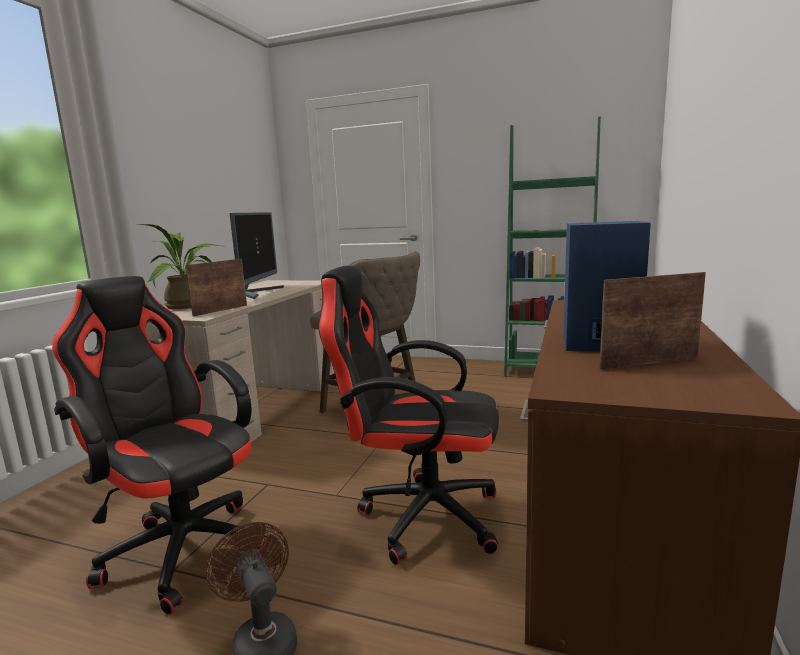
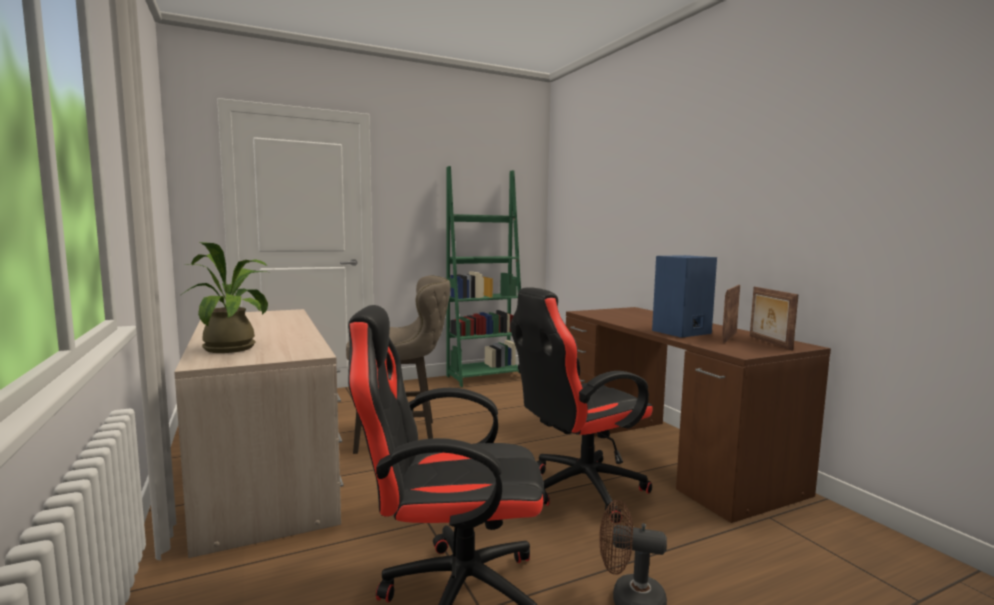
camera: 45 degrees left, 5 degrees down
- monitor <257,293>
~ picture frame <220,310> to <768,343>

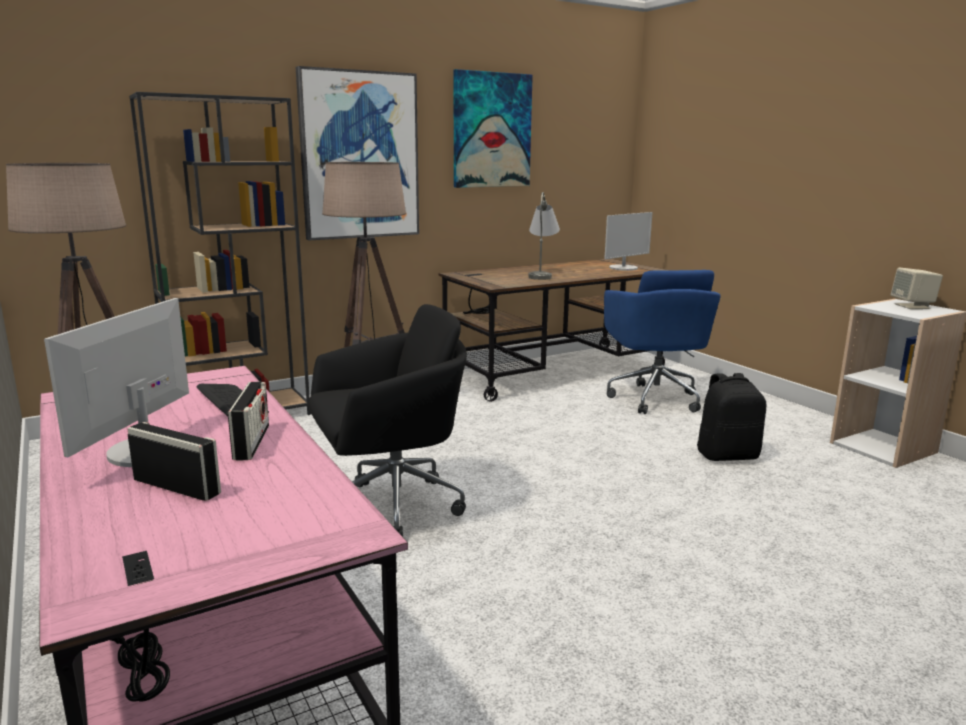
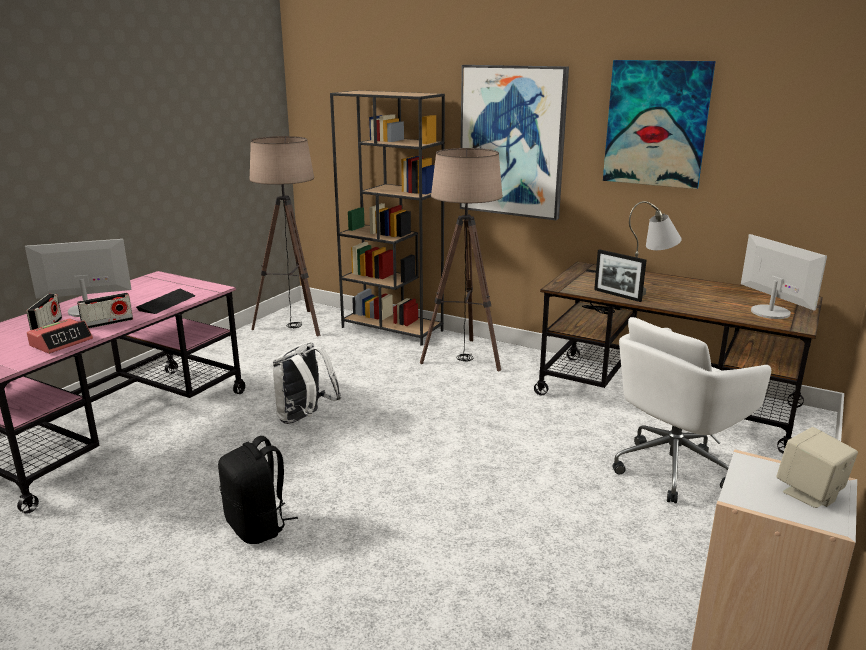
camera: 60 degrees right, 5 degrees up
~ monitor <624,268> = <770,312> 135 degrees counterclockwise
~ office chair (blue) <653,398> to office chair (white) <674,469>
~ office chair (black) <390,508> to backpack (white) <305,418>
~ backpack (black) <727,455> to <258,526>
+ picture frame <617,295>
+ alarm clock <61,342>

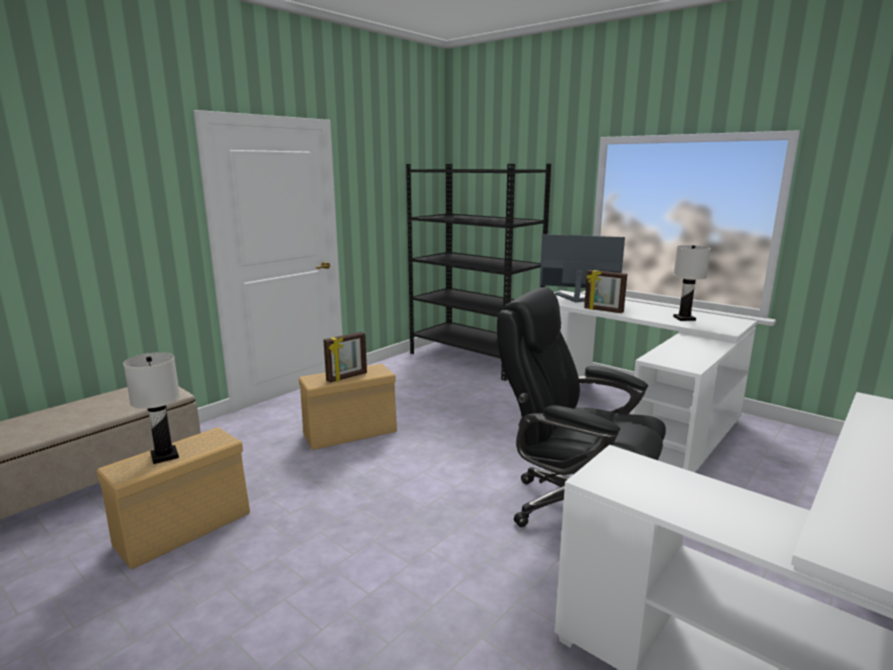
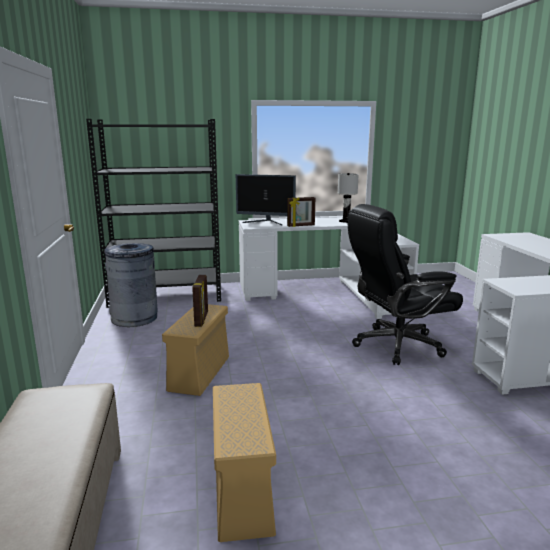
camera: 50 degrees left, 0 degrees up
~ monitor <578,298> = <266,222> 135 degrees counterclockwise
- table lamp (white) <165,456>
+ trash can (grey) <134,318>

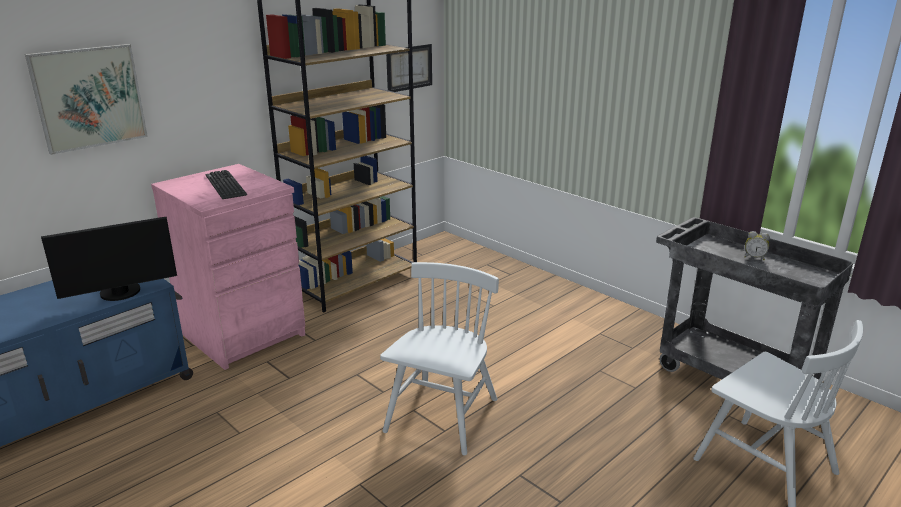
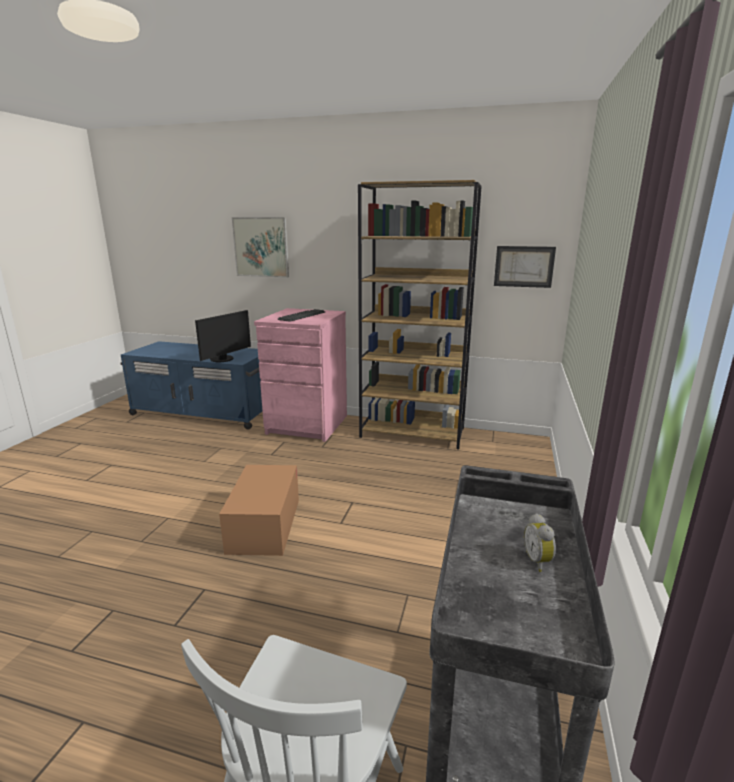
camera: 60 degrees right, 5 degrees down
~ monitor <121,293> = <224,359> 90 degrees counterclockwise
~ chair (white) <442,416> to cardboard box <264,525>

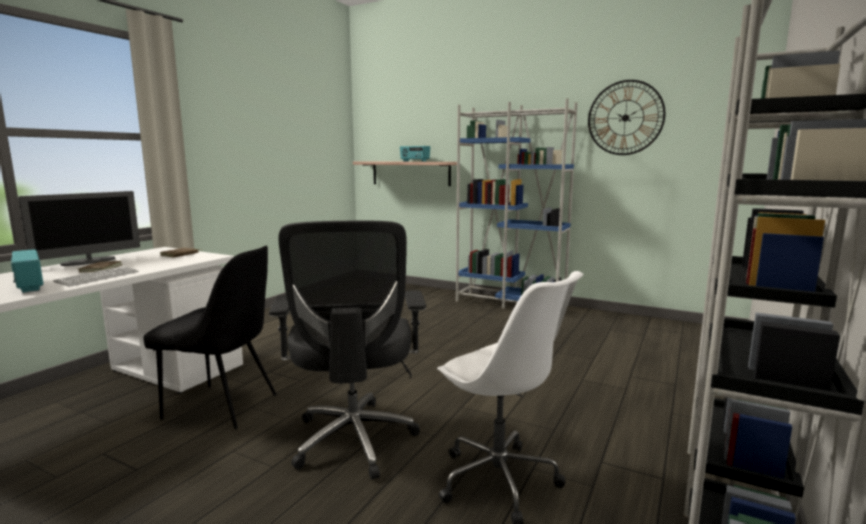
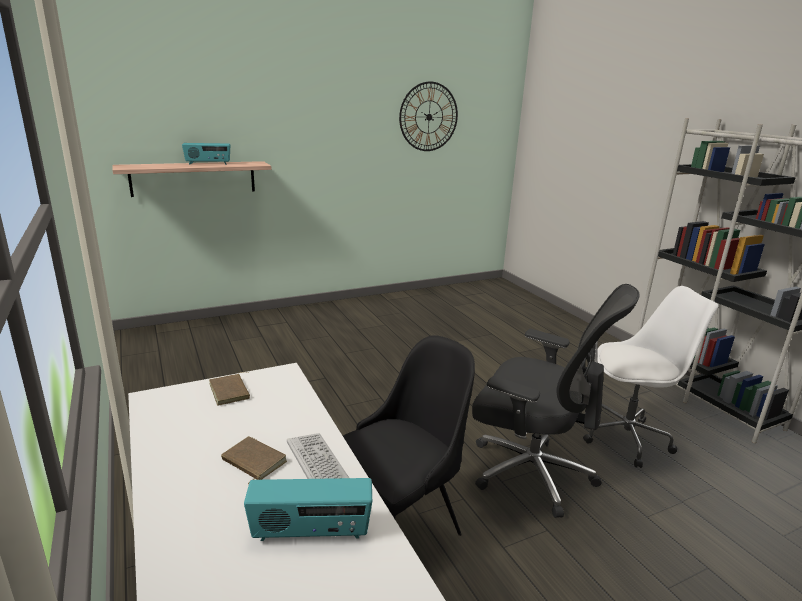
camera: 55 degrees left, 10 degrees up
- bookcase (blue) <510,304>
- monitor <89,261>

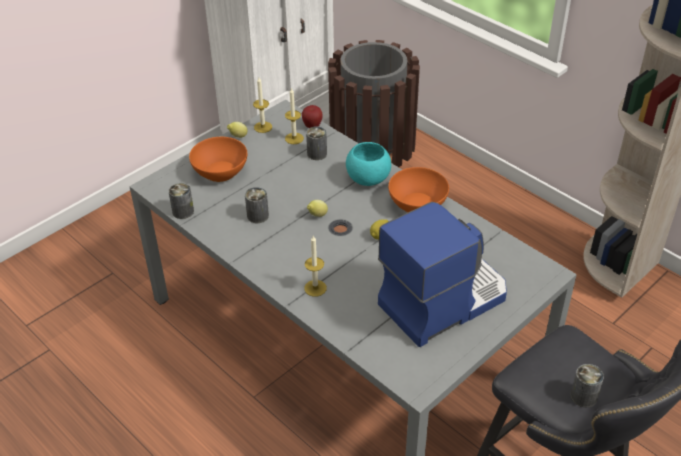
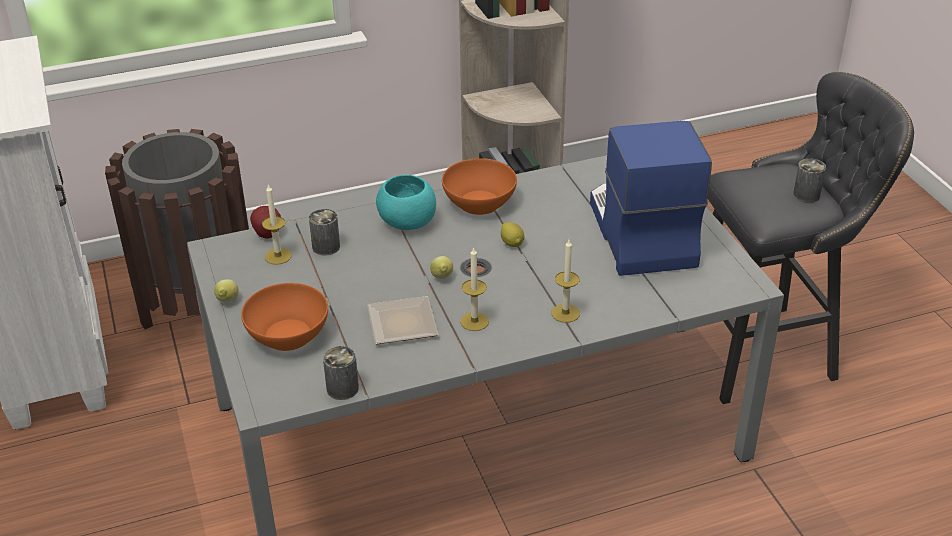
camera: 65 degrees left, 5 degrees down
~ candle <263,127> to <474,321>
~ can <257,216> to plate <405,325>

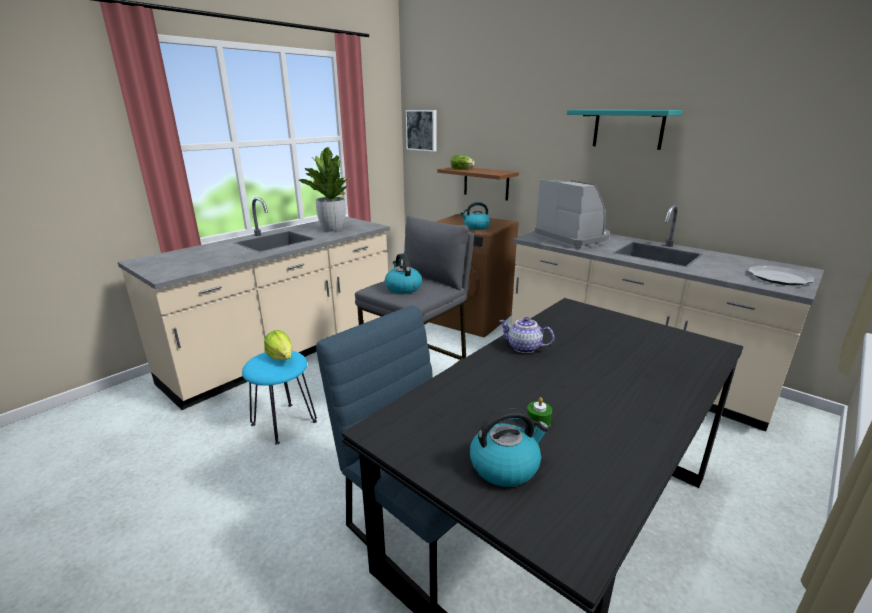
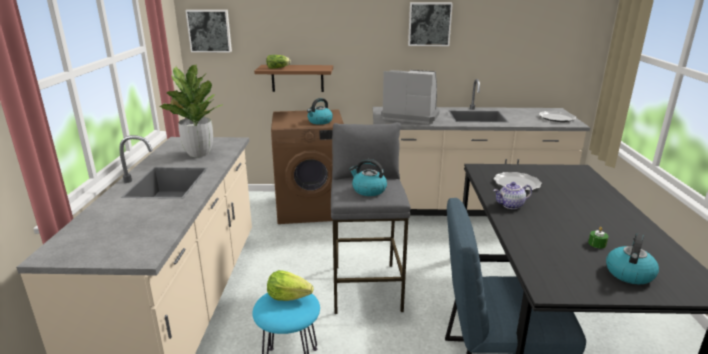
camera: 40 degrees left, 0 degrees up
~ shelf (turquoise) <628,129> to picture <429,24>
+ plate <517,183>

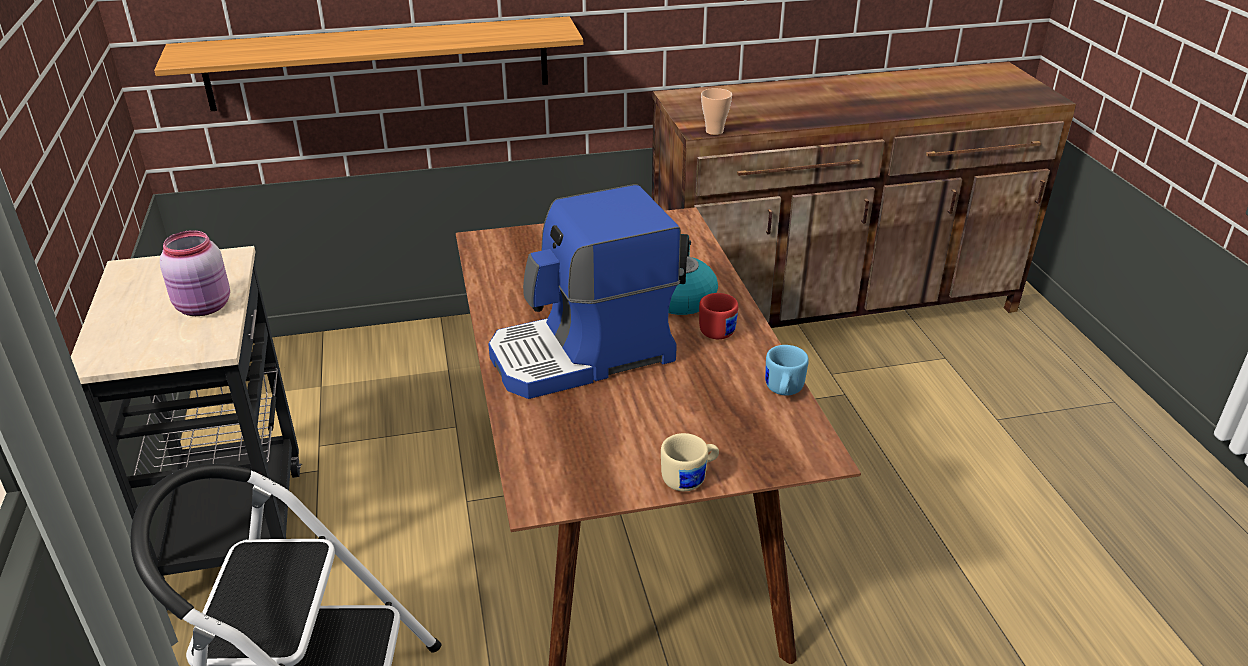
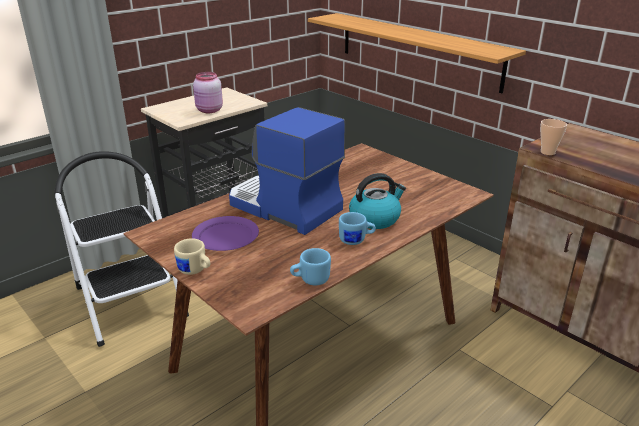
camera: 60 degrees right, 5 degrees down
~ mug (red) <720,329> to mug (blue) <356,240>
+ plate (purple) <225,236>

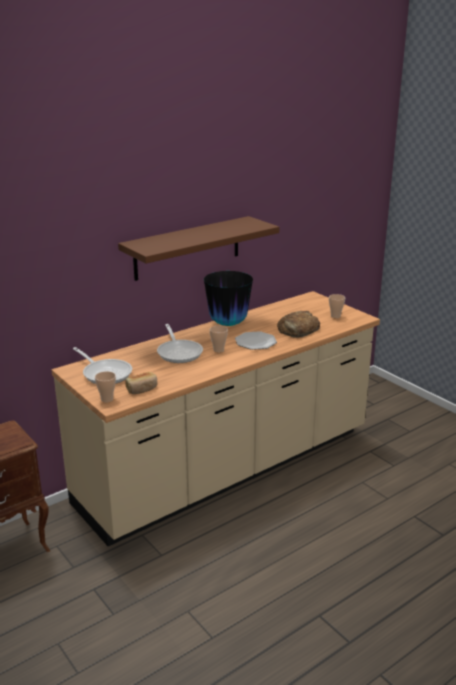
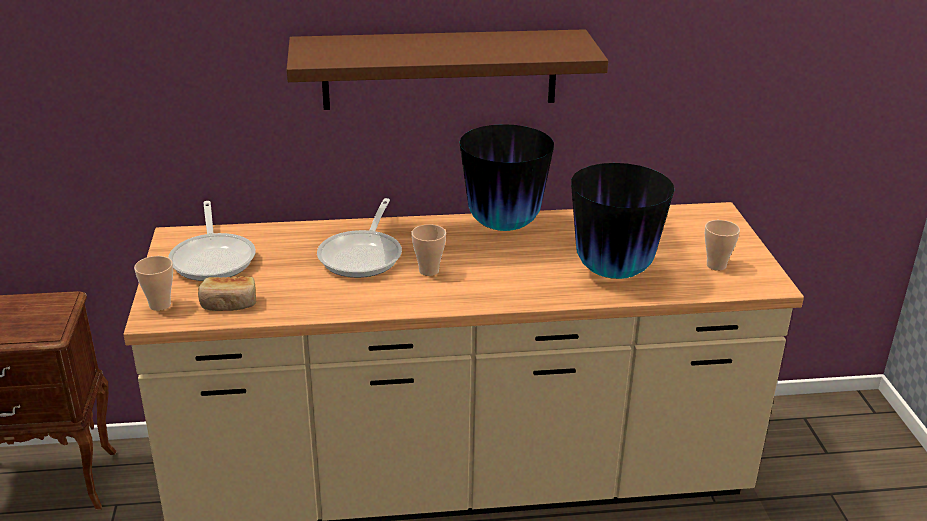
camera: 30 degrees right, 5 degrees up
~ bread <298,329> to vase <613,272>
- plate <255,342>

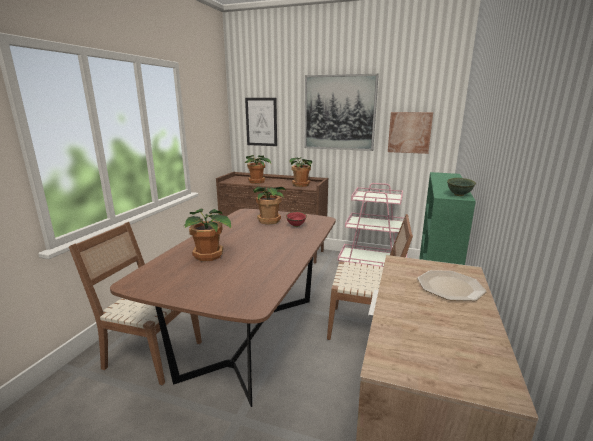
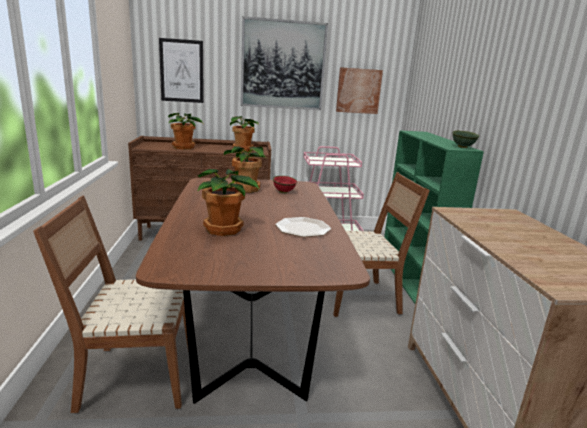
camera: 25 degrees left, 0 degrees up
~ plate <451,287> to <303,228>

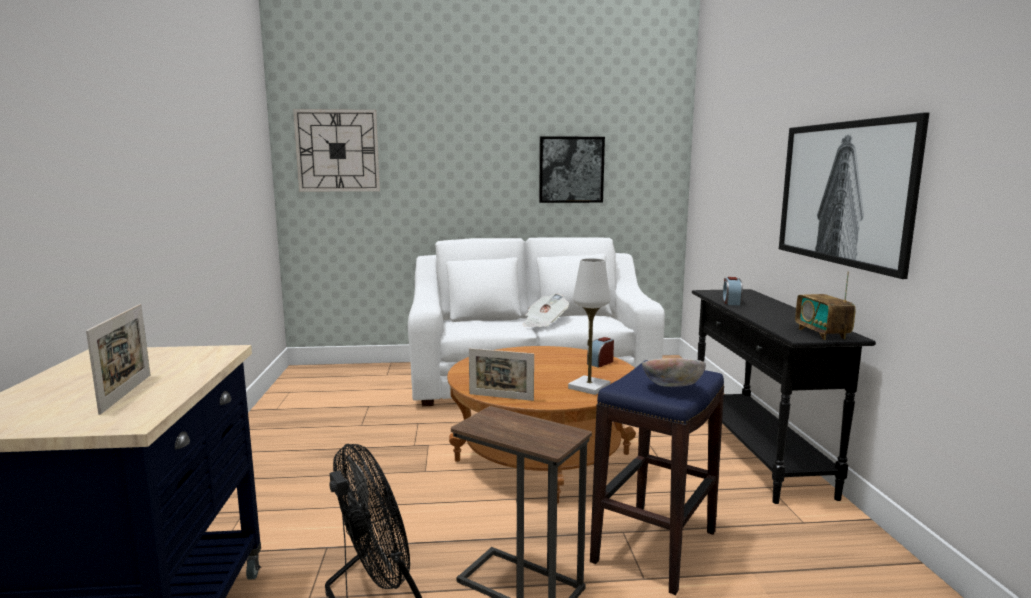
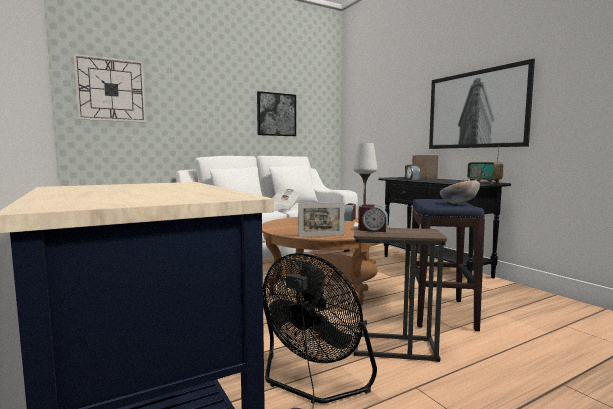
camera: 25 degrees left, 5 degrees down
~ picture frame <126,393> to <424,178>
+ alarm clock <372,230>

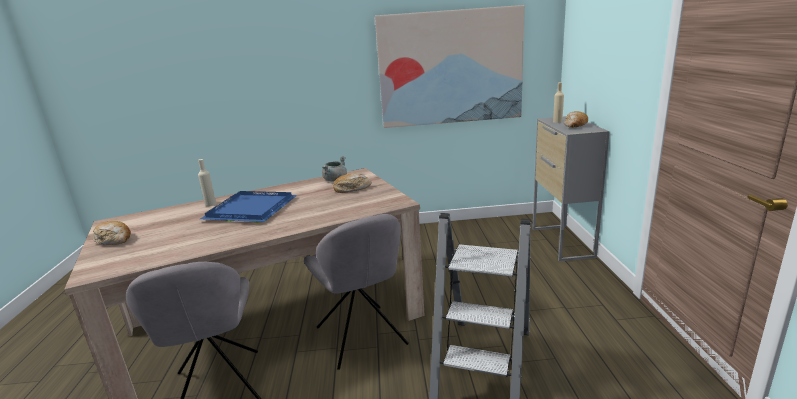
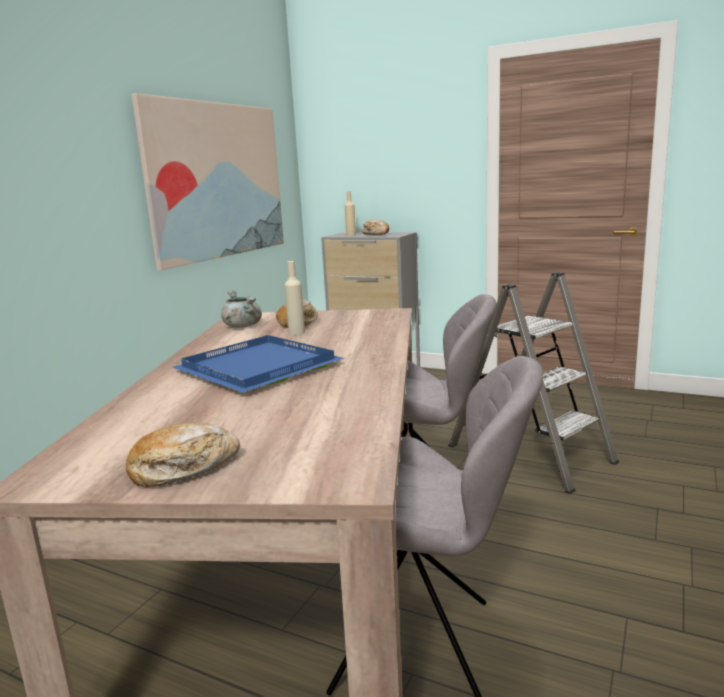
camera: 60 degrees left, 5 degrees down
~ bottle (beige) <210,204> to <296,333>

